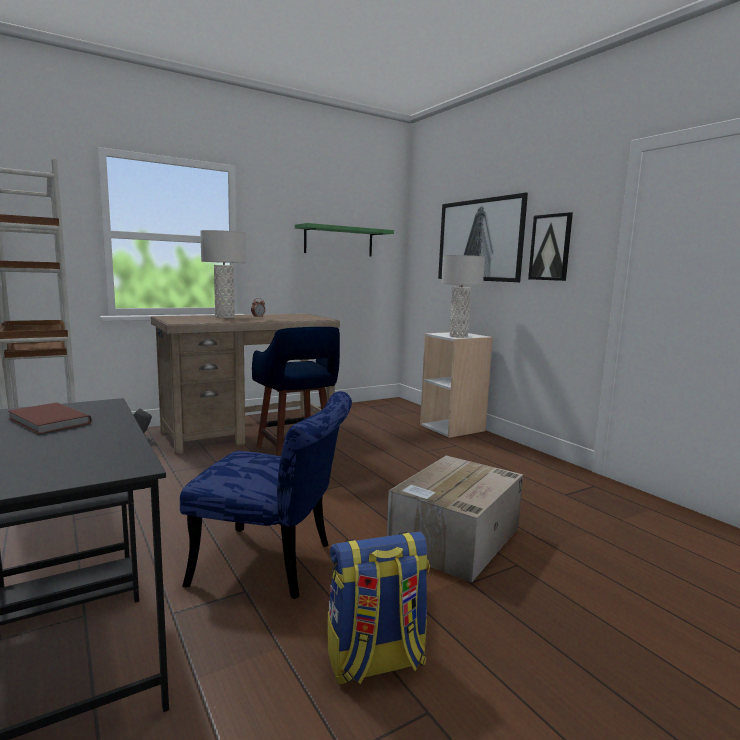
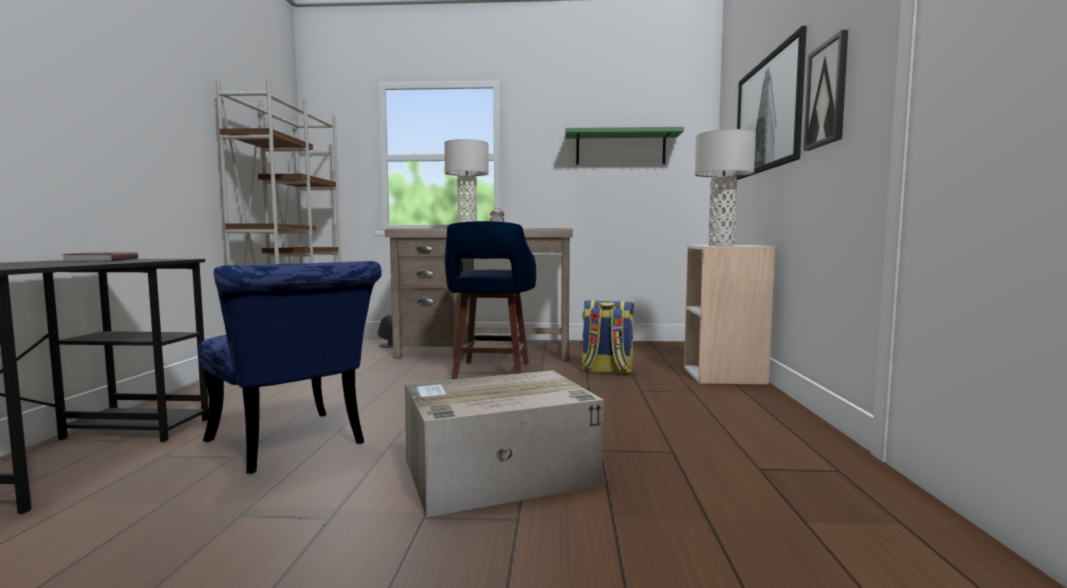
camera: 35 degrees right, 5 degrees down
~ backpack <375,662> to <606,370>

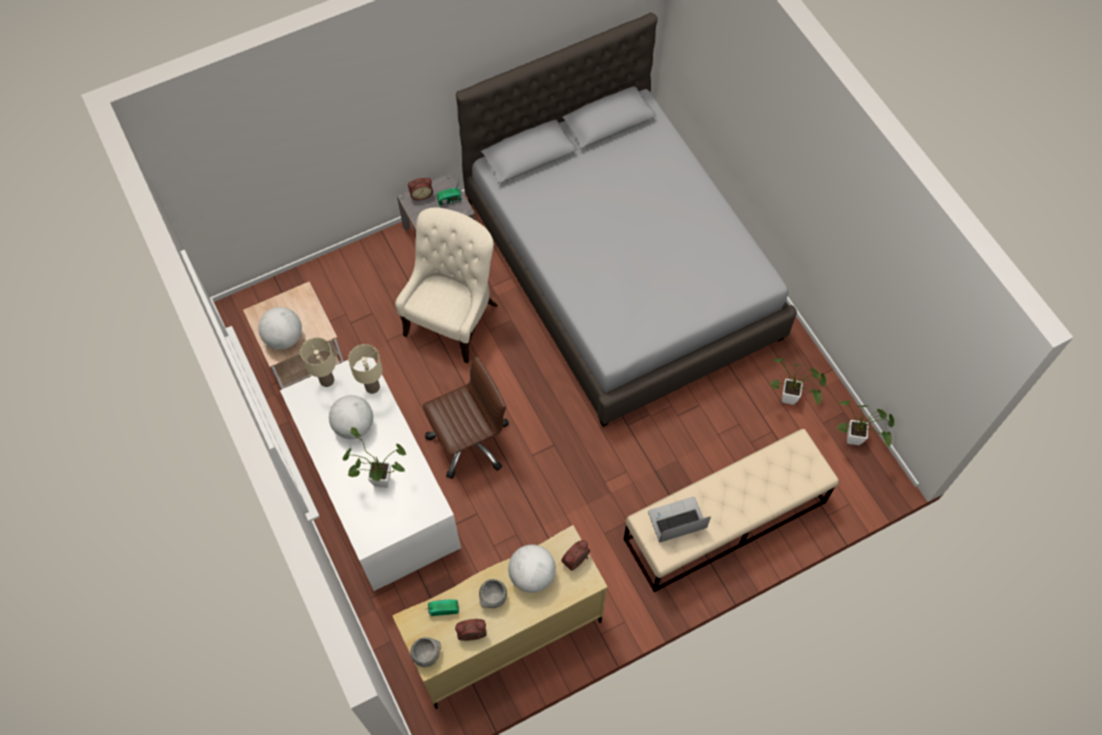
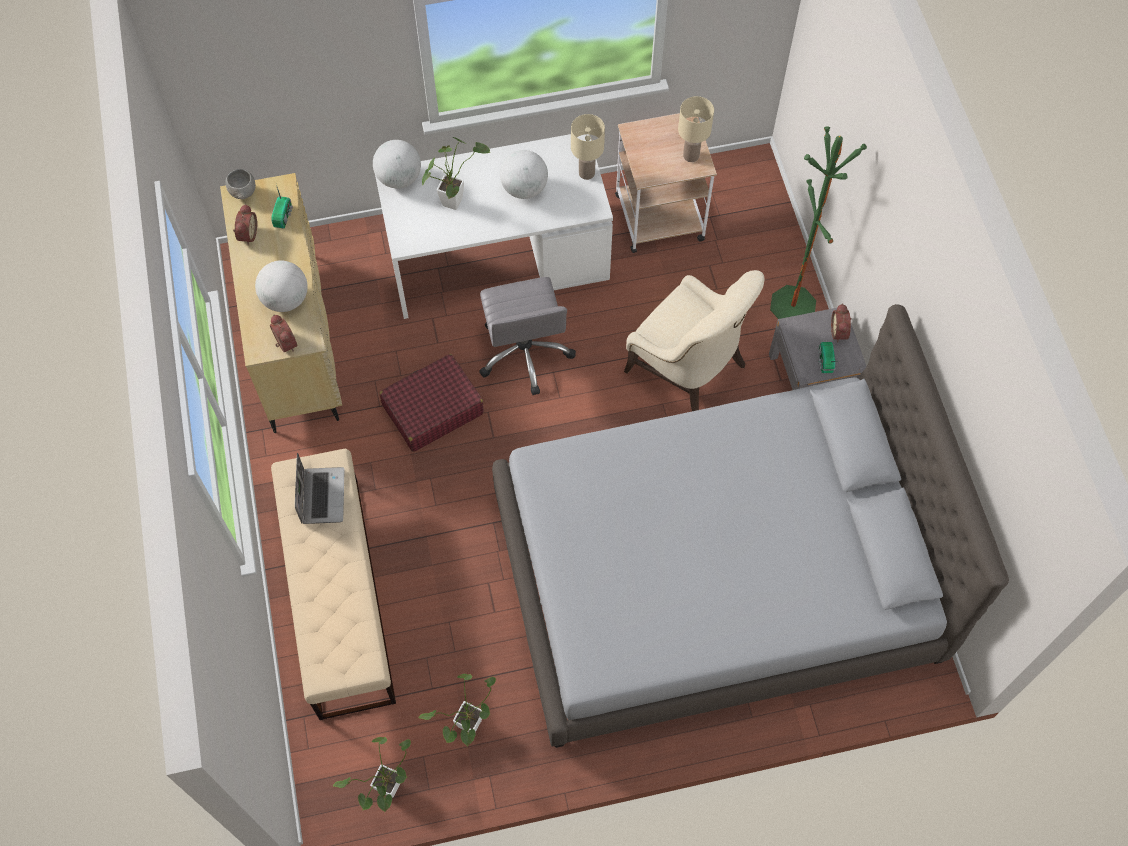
camera: 105 degrees right, 0 degrees up
~ globe <284,338> to <399,178>
~ table lamp (beige) <372,387> to <691,155>
~ office chair (brown) <469,441> to office chair (grey) <525,353>
- bowl (grey) <493,598>
+ clothes rack (green) <793,305>
+ suitcase (red) <432,409>

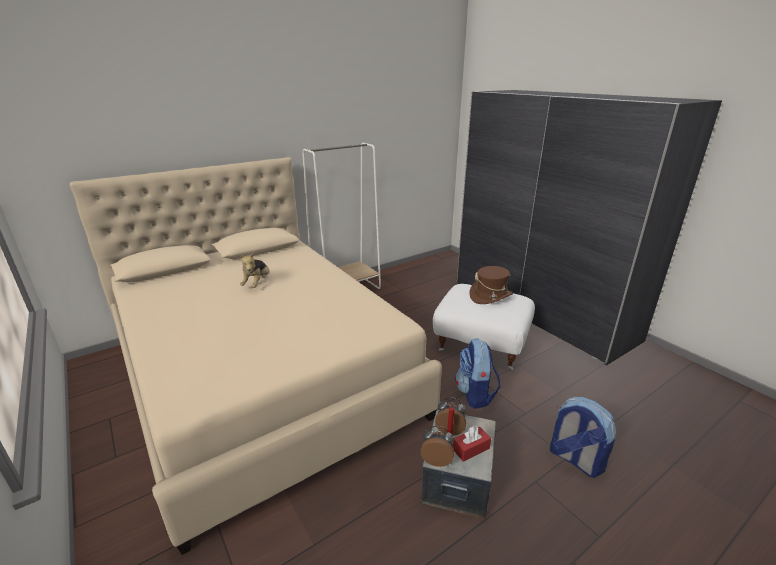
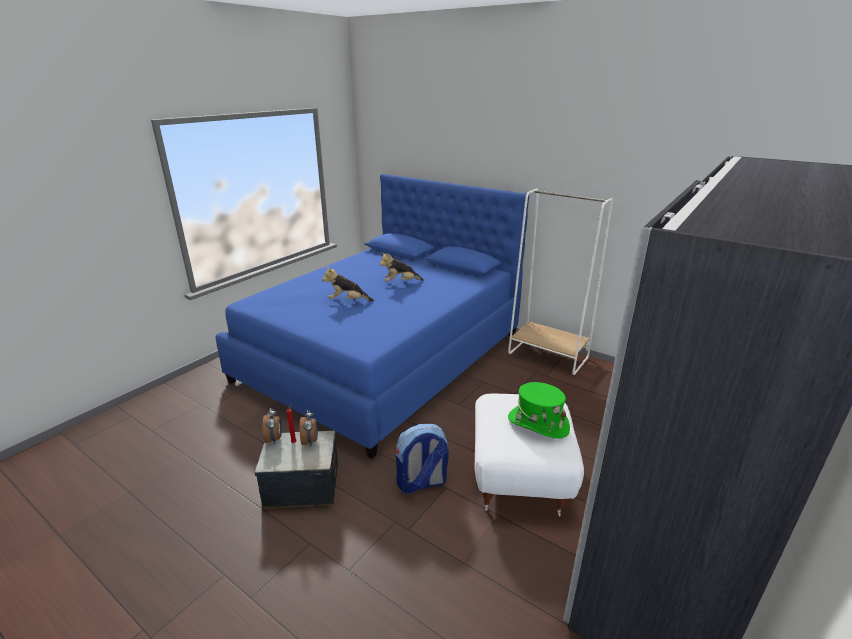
camera: 70 degrees right, 0 degrees up
~ bed (beige) <263,377> to bed (blue) <383,357>
~ hat (brown) <490,296> to hat (green) <538,423>
- backpack <574,459>
- tissue box (red) <471,449>
+ plush toy <348,301>

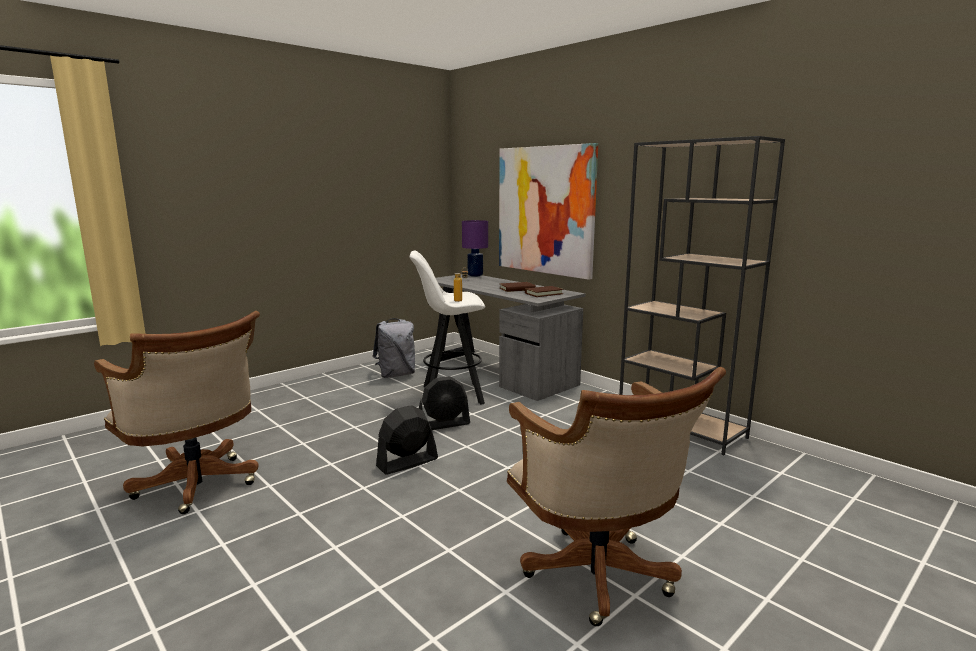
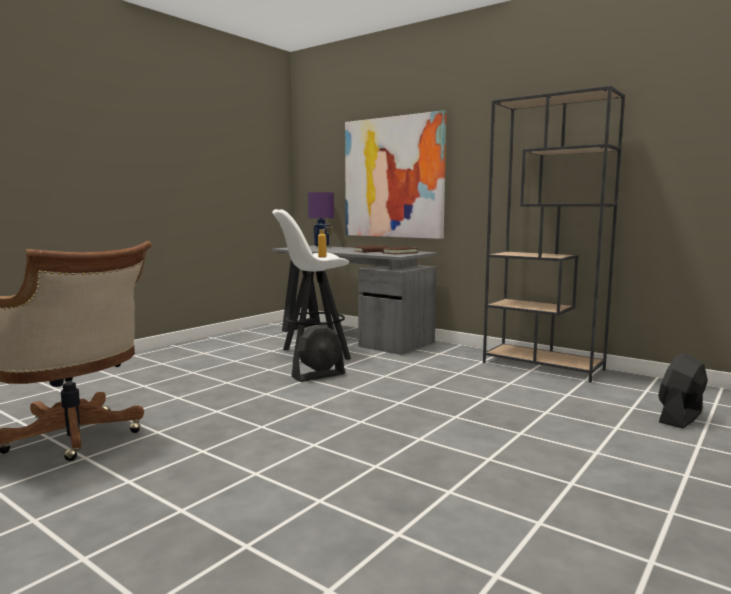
camera: 10 degrees left, 5 degrees down
- backpack (grey) <396,375>
- office chair <601,577>
~ fan (black) <407,463> to <680,417>

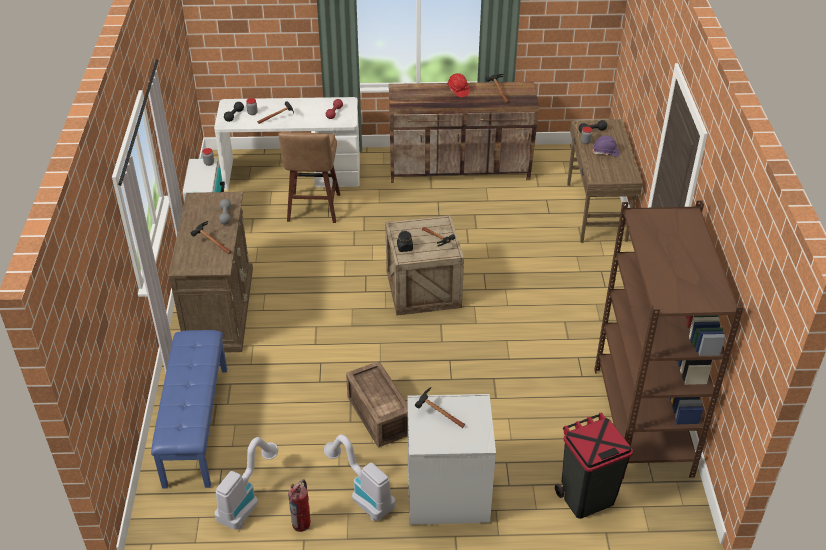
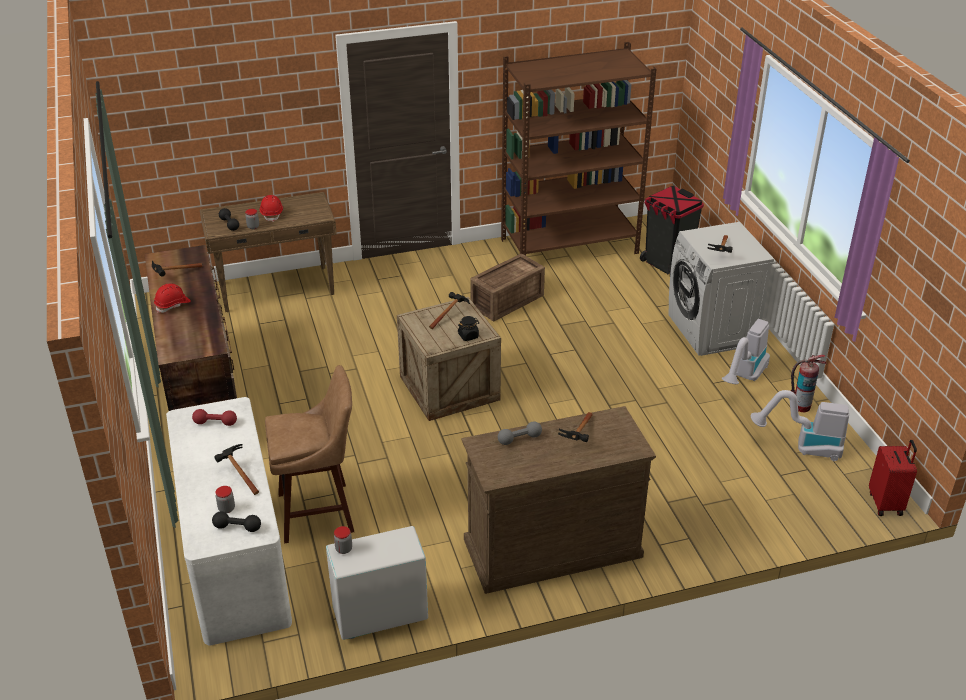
camera: 105 degrees left, 5 degrees down
~ hard hat (purple) <605,152> to hard hat (red) <272,214>
- bench (blue) <195,425>
~ crate <379,414> to <505,301>
+ suitcase (red) <886,503>

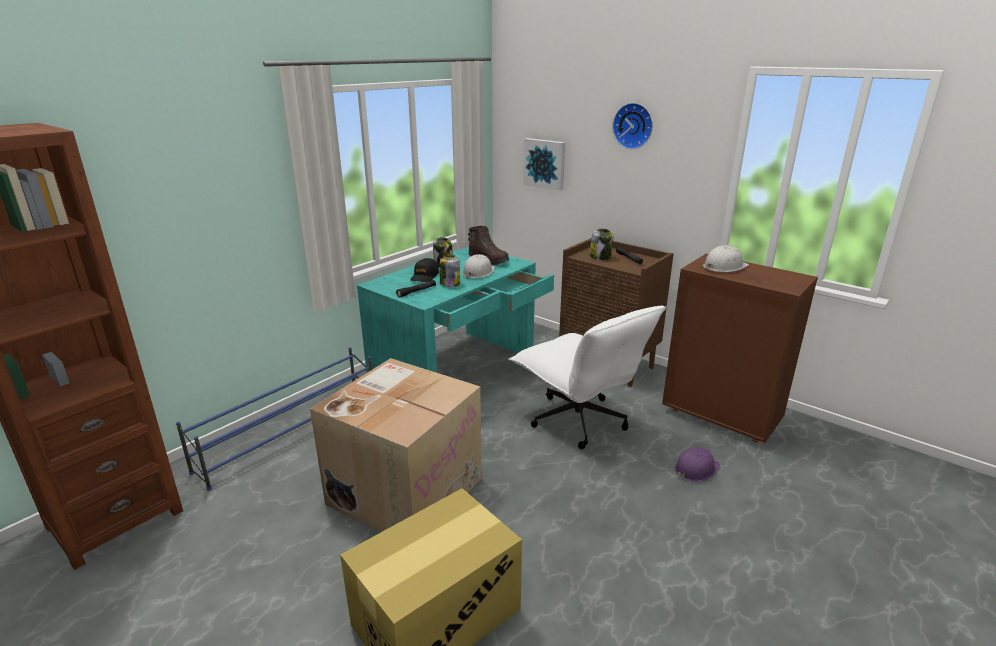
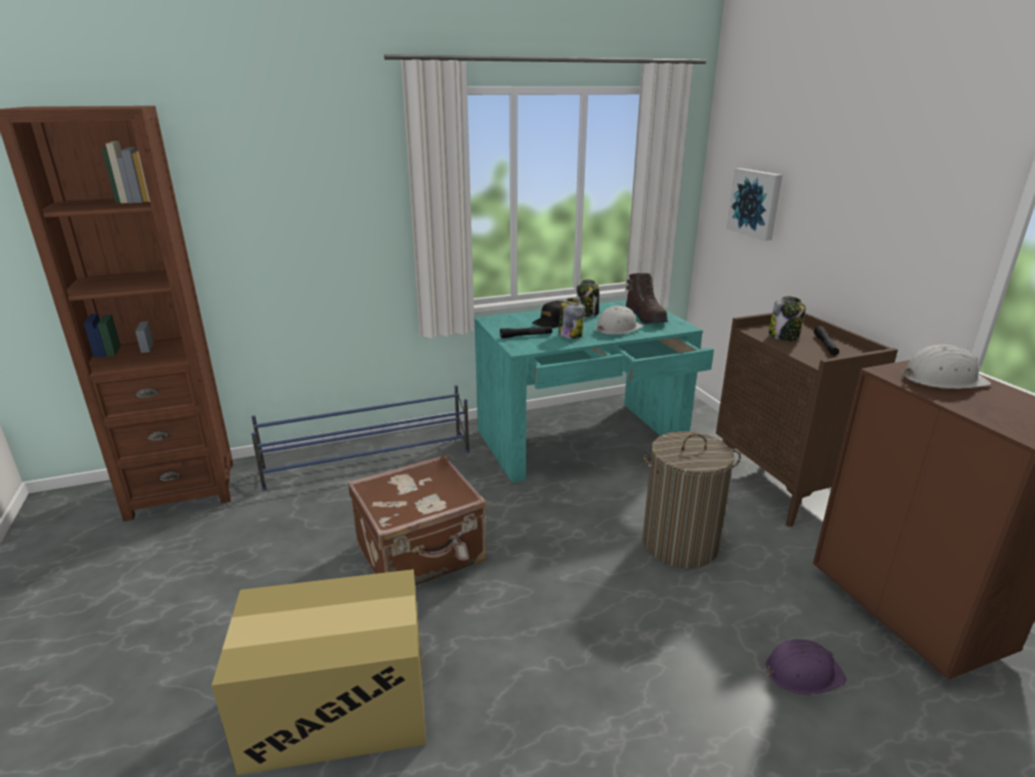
camera: 30 degrees right, 0 degrees up
- wall clock <634,125>
~ office chair (white) <577,419> to laundry basket <679,544>
~ cardboard box <405,489> to suitcase (brown) <422,554>

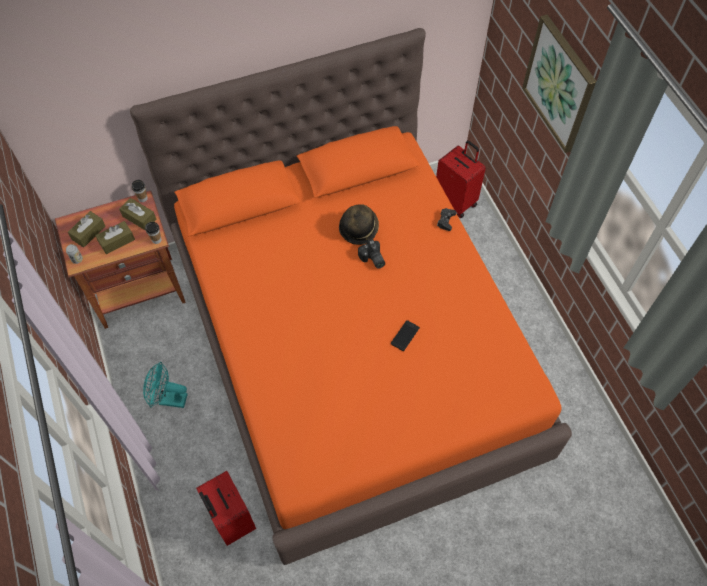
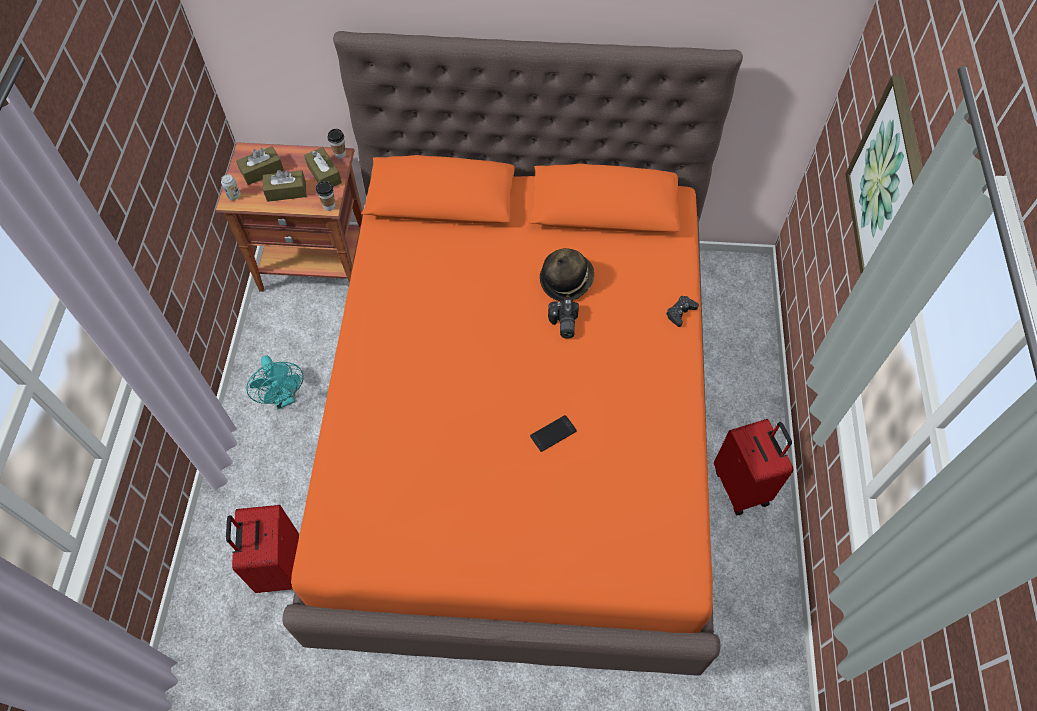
camera: 25 degrees right, 0 degrees up
~ suitcase (red) <456,201> to <742,486>
~ fan (turquoise) <168,399> = <284,398> 150 degrees counterclockwise

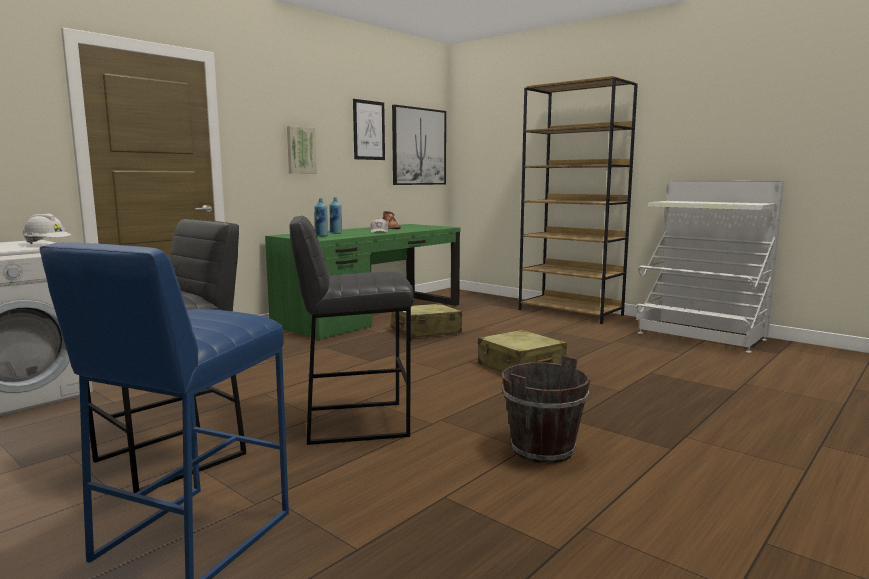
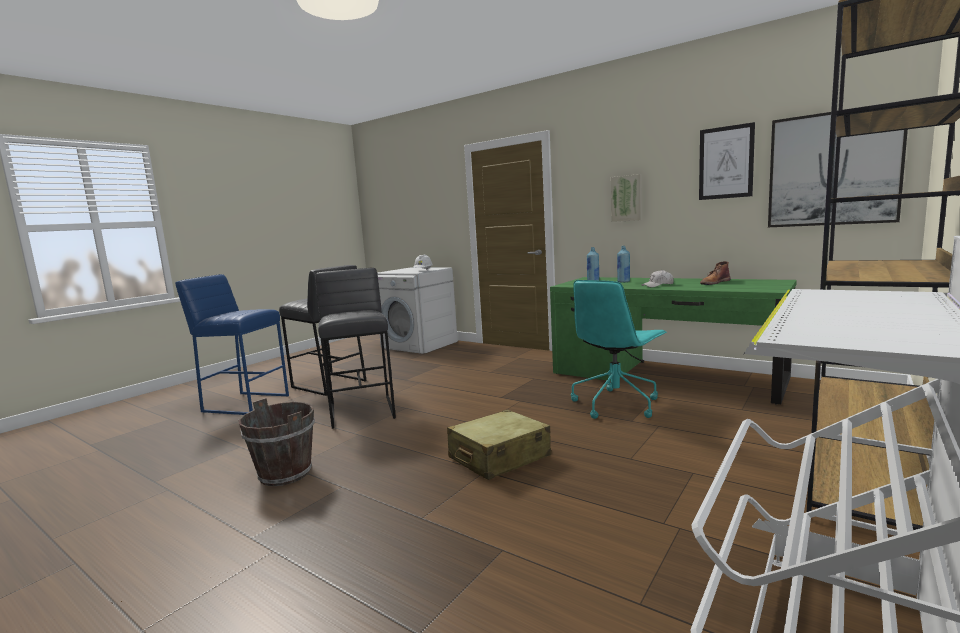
camera: 85 degrees right, 0 degrees up
~ suitcase (beige) <425,331> to office chair (turquoise) <617,403>

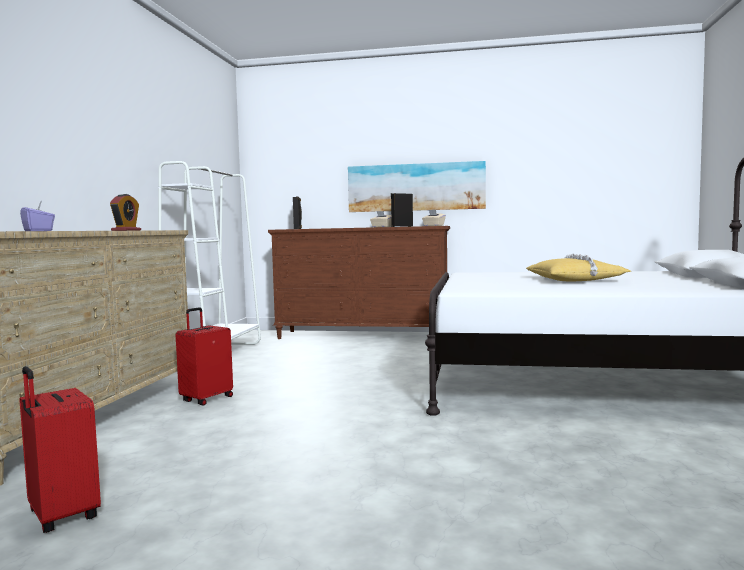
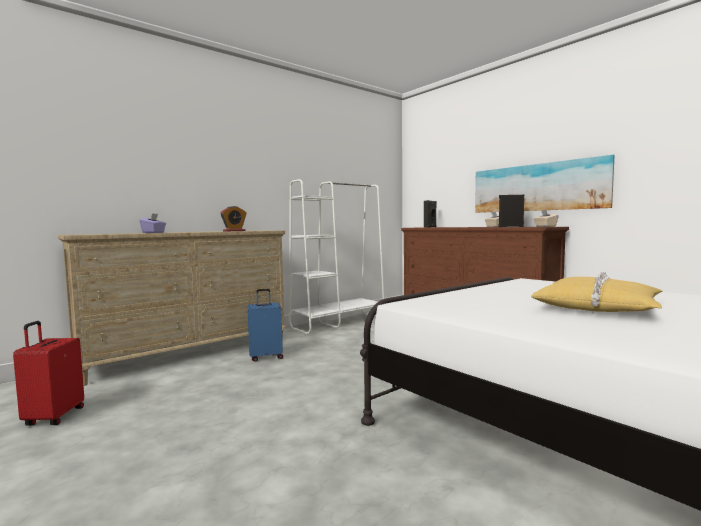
camera: 40 degrees right, 0 degrees up
~ suitcase (red) <206,399> to suitcase (blue) <266,357>

